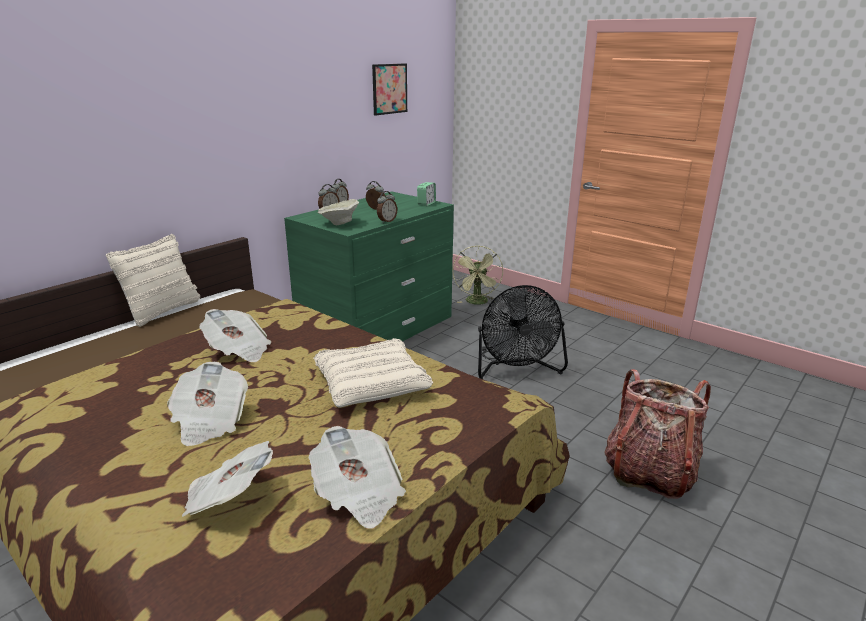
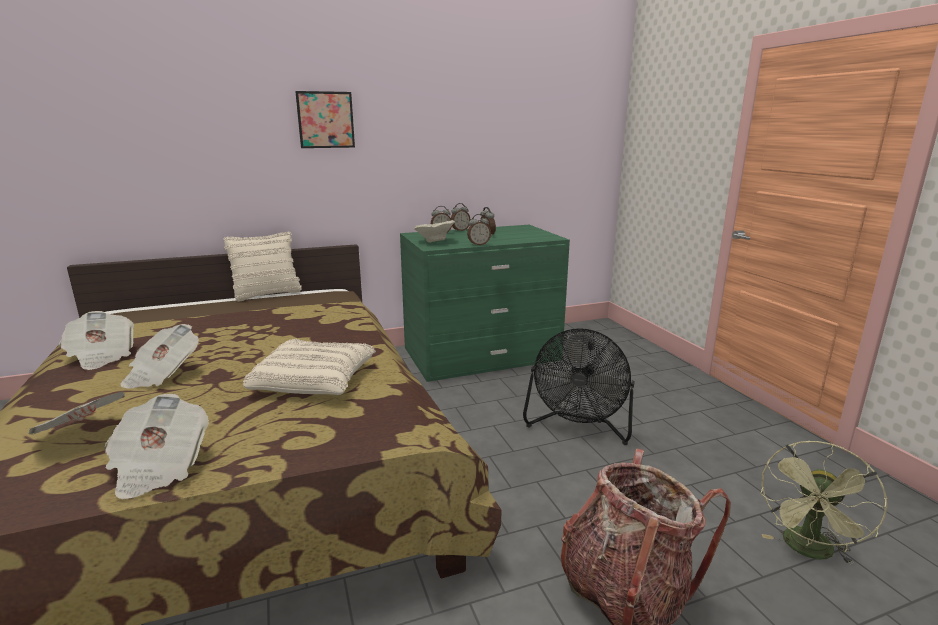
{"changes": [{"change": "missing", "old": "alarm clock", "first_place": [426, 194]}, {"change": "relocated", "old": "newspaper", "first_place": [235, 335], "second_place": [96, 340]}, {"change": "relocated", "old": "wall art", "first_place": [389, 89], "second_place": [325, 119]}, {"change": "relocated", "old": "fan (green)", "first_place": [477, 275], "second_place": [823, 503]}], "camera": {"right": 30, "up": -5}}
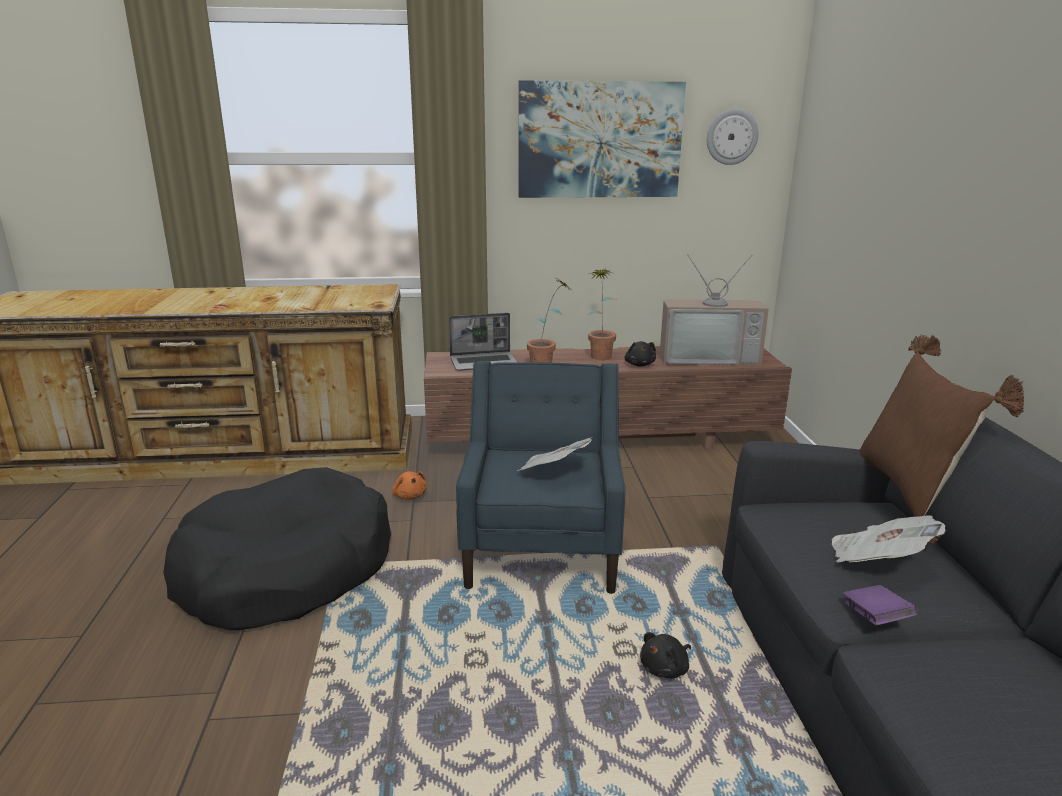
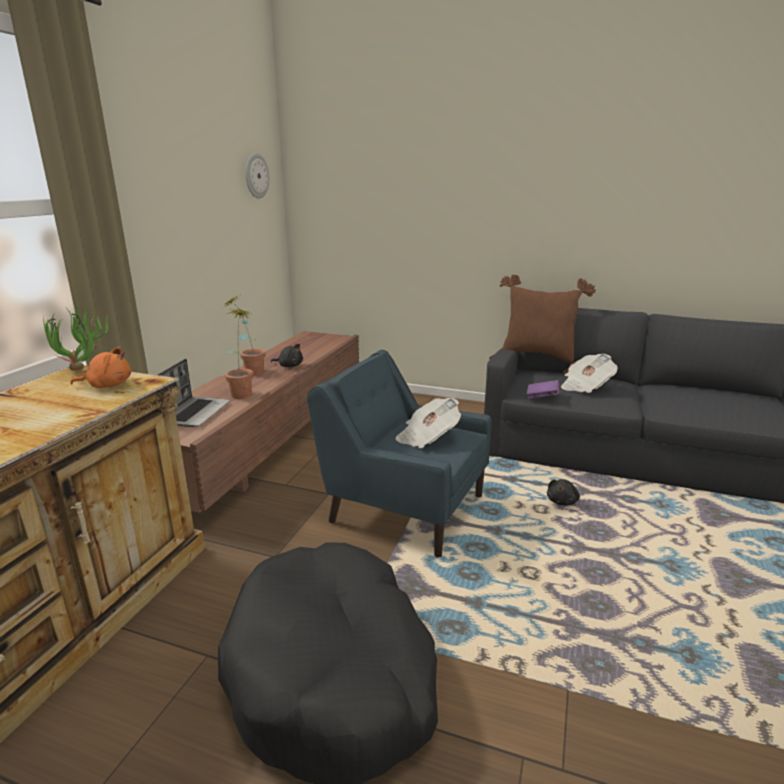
{"changes": [{"change": "missing", "old": "wall art", "first_place": [602, 139]}, {"change": "missing", "old": "television", "first_place": [714, 310]}, {"change": "appeared", "new": "plant in a pot", "second_place": [75, 336]}, {"change": "relocated", "old": "plush toy (orangey)", "first_place": [409, 485], "second_place": [100, 367]}, {"change": "relocated", "old": "volume (purple)", "first_place": [880, 605], "second_place": [543, 389]}, {"change": "spun", "old": "plush toy (blackish)", "first_place": [665, 655], "second_place": [563, 492], "degrees": 45}], "camera": {"right": -65, "up": 0}}
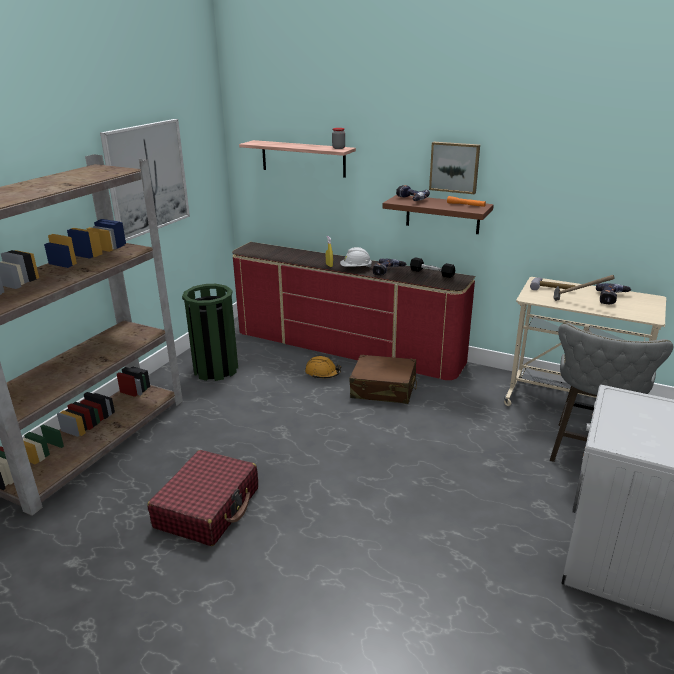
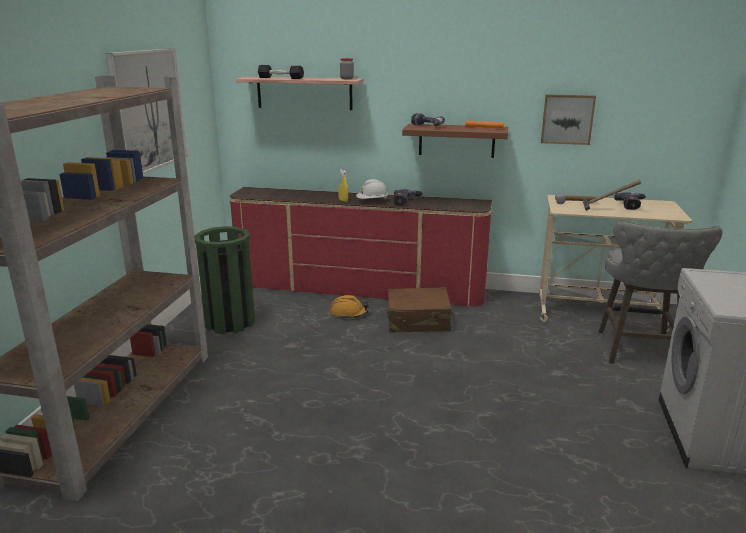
{"changes": [{"change": "missing", "old": "suitcase (red-coloured)", "first_place": [202, 498]}, {"change": "relocated", "old": "hand weight (blackish)", "first_place": [433, 267], "second_place": [281, 72]}, {"change": "relocated", "old": "wall art", "first_place": [454, 168], "second_place": [568, 120]}], "camera": {"right": -15, "up": -5}}
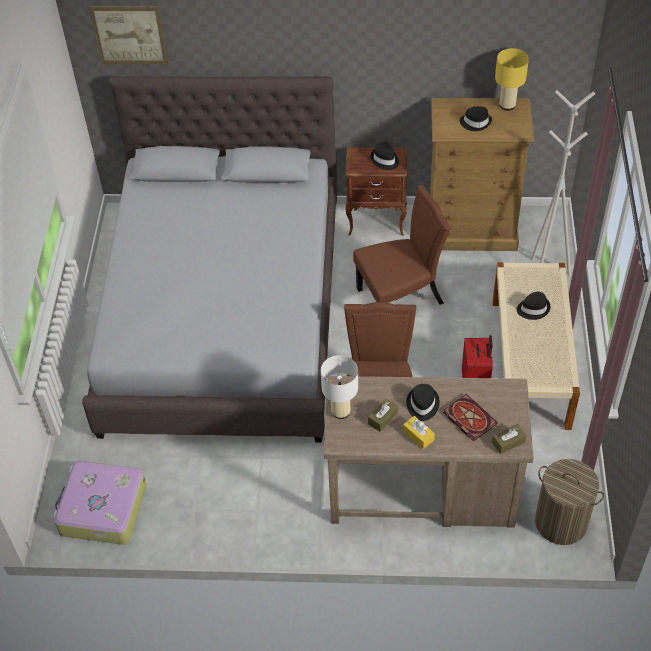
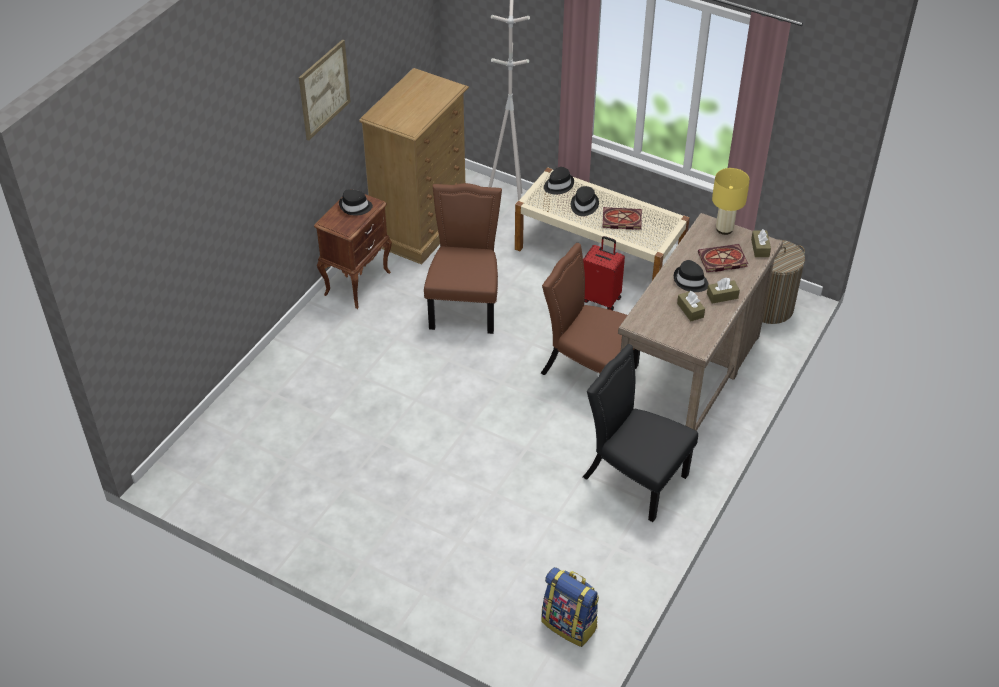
{"changes": [{"change": "missing", "old": "sleeping bed (gray)", "first_place": [209, 259]}, {"change": "missing", "old": "table lamp (whitish)", "first_place": [339, 387]}, {"change": "appeared", "new": "upright chair (blackish)", "second_place": [640, 433]}, {"change": "appeared", "new": "volume", "second_place": [622, 218]}, {"change": "relocated", "old": "wall art", "first_place": [129, 35], "second_place": [325, 90]}, {"change": "relocated", "old": "wearable hat (blackish)", "first_place": [476, 118], "second_place": [559, 180]}, {"change": "relocated", "old": "table lamp (yellowish)", "first_place": [512, 79], "second_place": [731, 201]}, {"change": "exchanged", "old": "suitcase", "new": "rucksack", "first_place": [99, 503], "second_place": [570, 607]}, {"change": "colour", "old": "tissue box (yellowish)", "new": "tissue box (brown)", "first_place": [419, 432], "second_place": [723, 290]}], "camera": {"right": -65, "up": -5}}
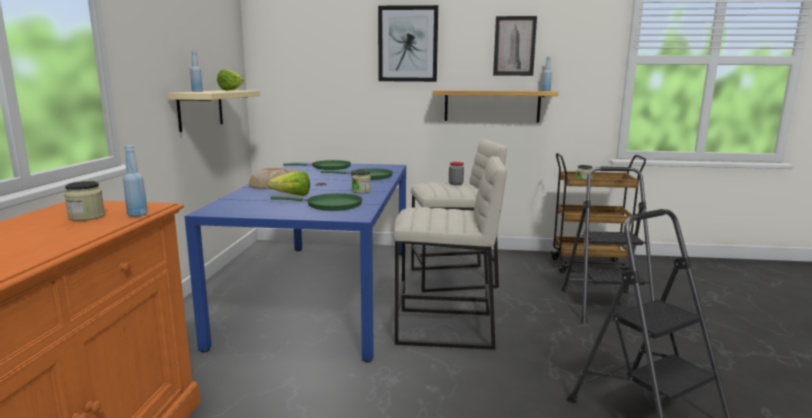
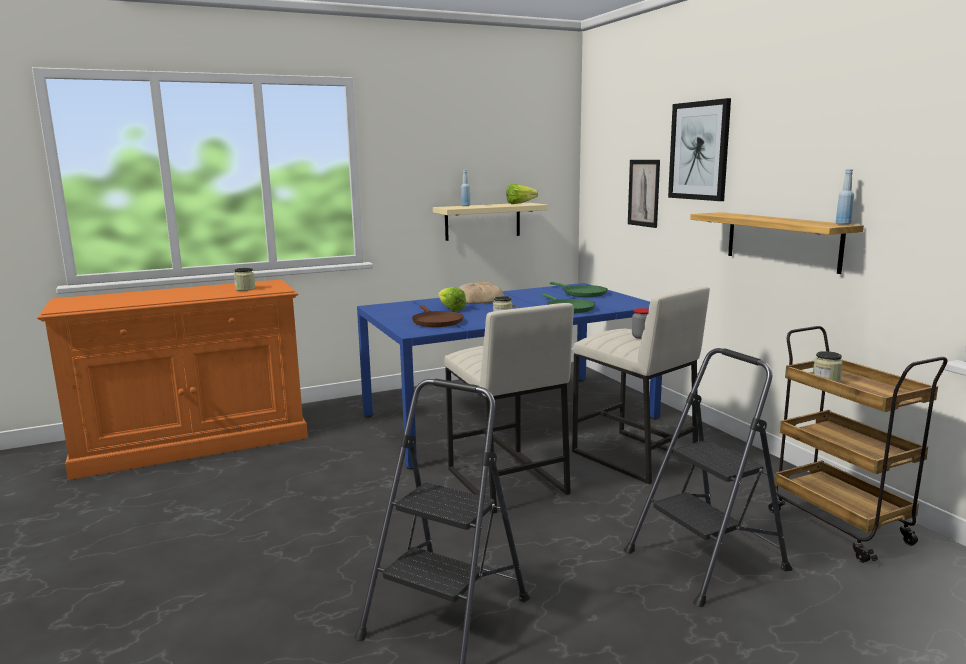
{"changes": [{"change": "missing", "old": "beverage bottle (blue)", "first_place": [135, 181]}, {"change": "relocated", "old": "wall art", "first_place": [515, 46], "second_place": [644, 194]}, {"change": "colour", "old": "frying pan (green)", "new": "frying pan (brown)", "first_place": [316, 202], "second_place": [437, 316]}], "camera": {"right": 60, "up": 0}}
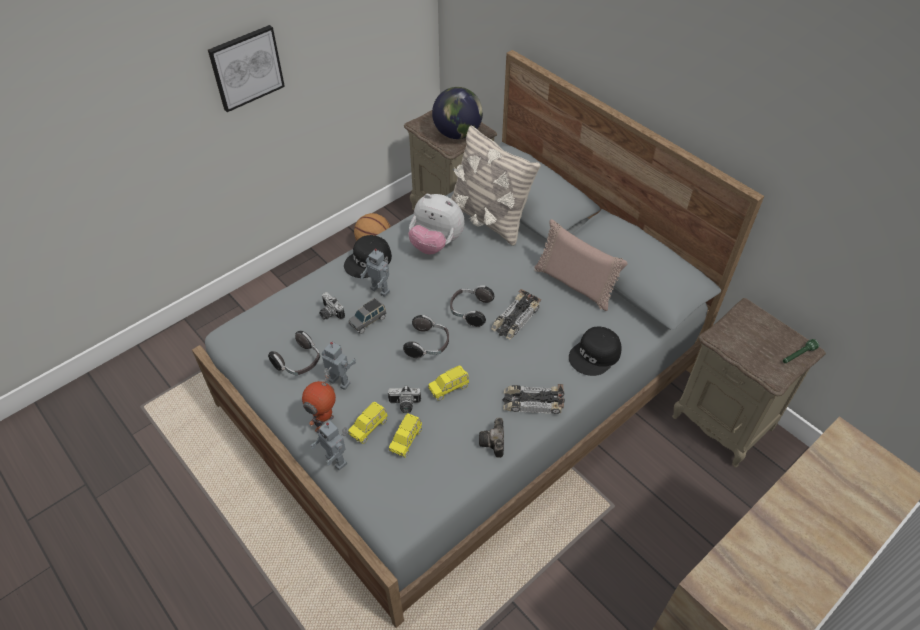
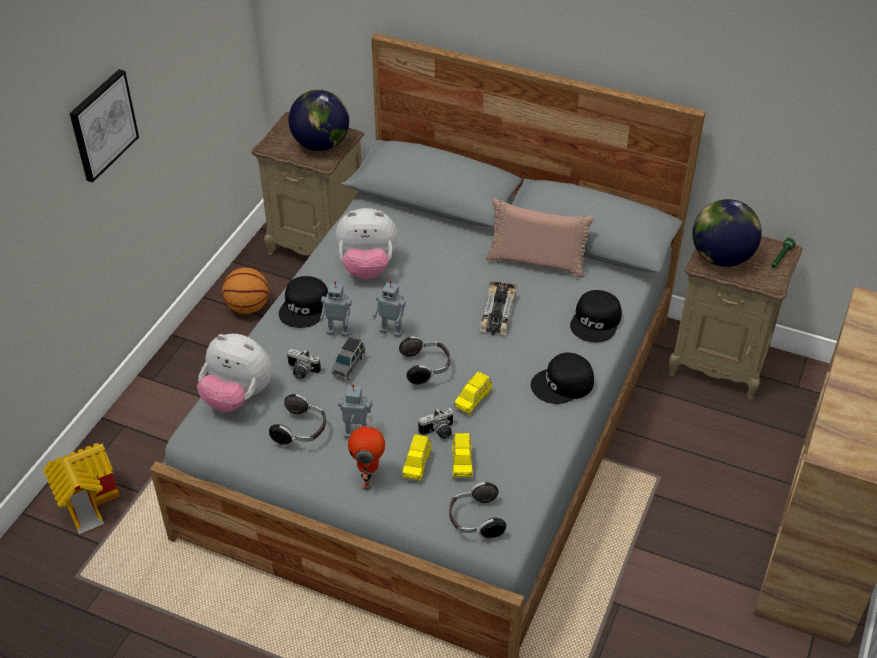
{"changes": [{"change": "missing", "old": "pillow (beige-coloured)", "first_place": [496, 186]}, {"change": "missing", "old": "photo camera", "first_place": [491, 438]}, {"change": "appeared", "new": "toy house", "second_place": [81, 488]}, {"change": "appeared", "new": "plush toy", "second_place": [234, 373]}, {"change": "appeared", "new": "desk globe", "second_place": [727, 233]}, {"change": "relocated", "old": "robot figure", "first_place": [329, 445], "second_place": [389, 309]}, {"change": "relocated", "old": "headset", "first_place": [472, 306], "second_place": [477, 510]}, {"change": "exchanged", "old": "toy car", "new": "peaked cap (blackish)", "first_place": [533, 399], "second_place": [562, 378]}], "camera": {"right": -25, "up": -5}}
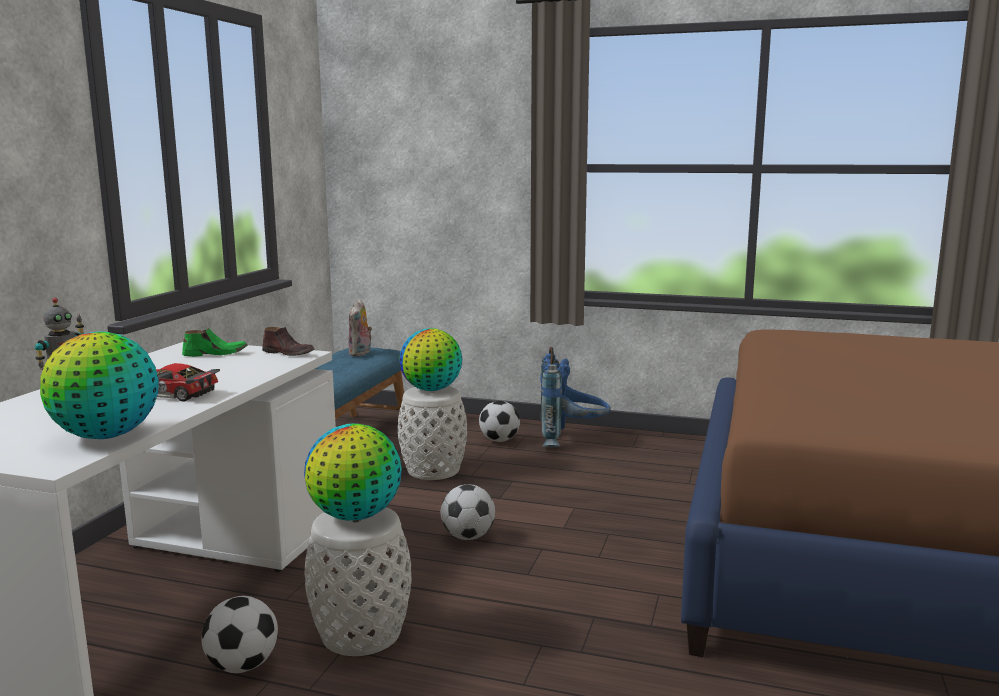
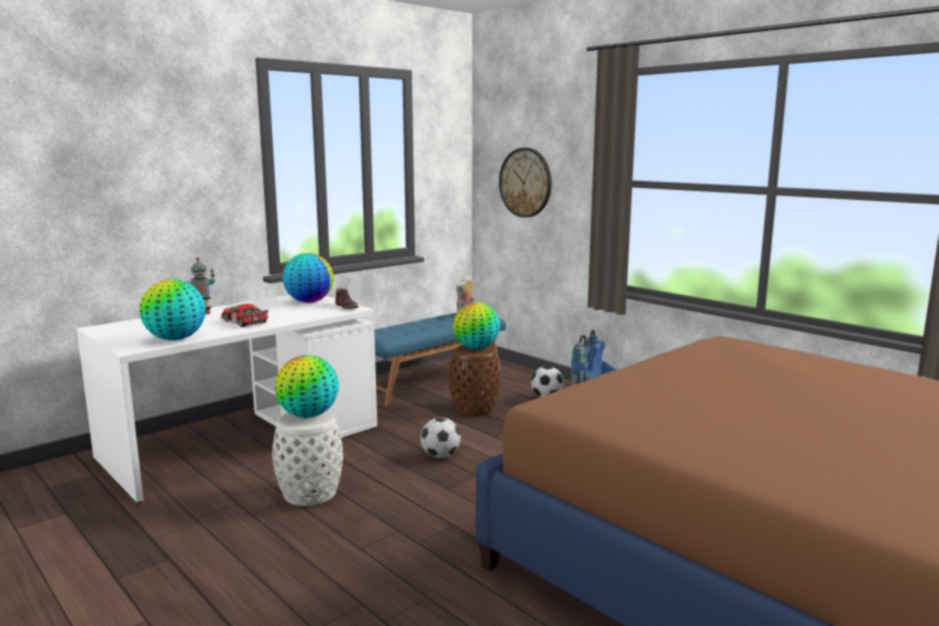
{"changes": [{"change": "missing", "old": "ball for football", "first_place": [240, 634]}, {"change": "appeared", "new": "wall clock", "second_place": [525, 183]}, {"change": "exchanged", "old": "item of footwear (green)", "new": "desk globe", "first_place": [215, 342], "second_place": [308, 278]}, {"change": "colour", "old": "stool (whitish)", "new": "stool (brown)", "first_place": [432, 433], "second_place": [474, 380]}], "camera": {"right": 30, "up": 0}}
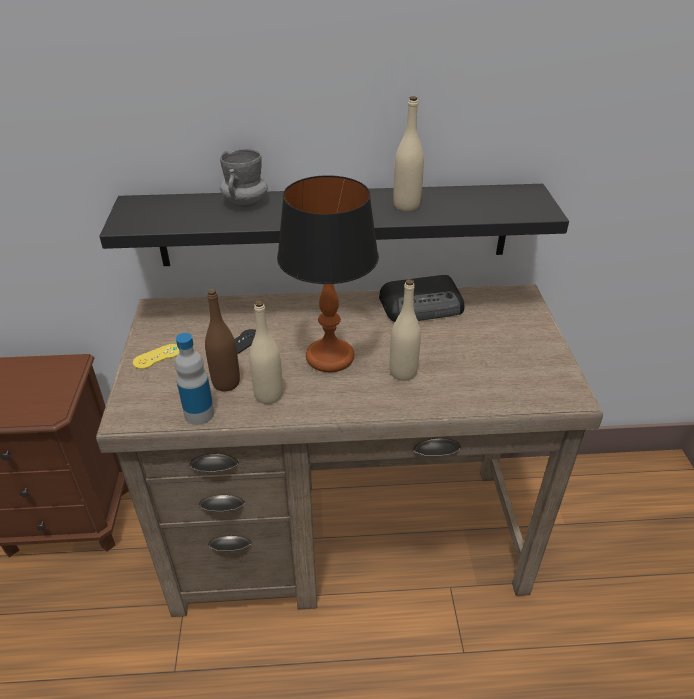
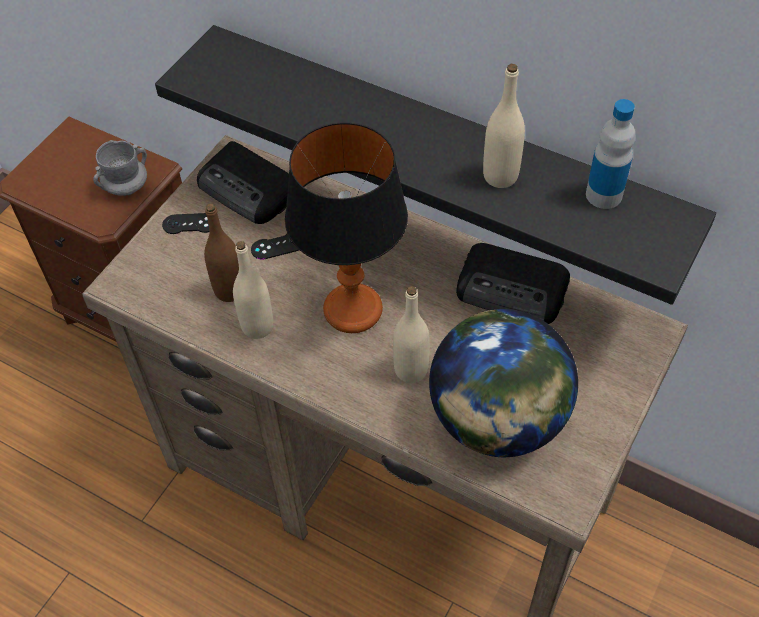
{"changes": [{"change": "appeared", "new": "radio set", "second_place": [243, 182]}, {"change": "appeared", "new": "desk globe", "second_place": [503, 383]}, {"change": "relocated", "old": "beverage bottle", "first_place": [194, 379], "second_place": [610, 154]}, {"change": "relocated", "old": "coffee mug (gray)", "first_place": [244, 177], "second_place": [120, 168]}, {"change": "colour", "old": "joypad (yellowish)", "new": "joypad (blackish)", "first_place": [156, 356], "second_place": [185, 223]}], "camera": {"right": 35, "up": 15}}
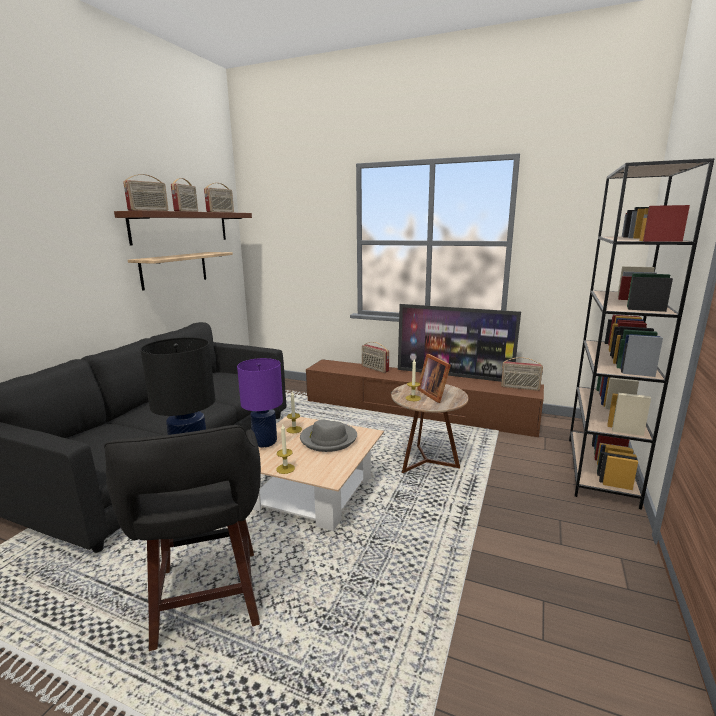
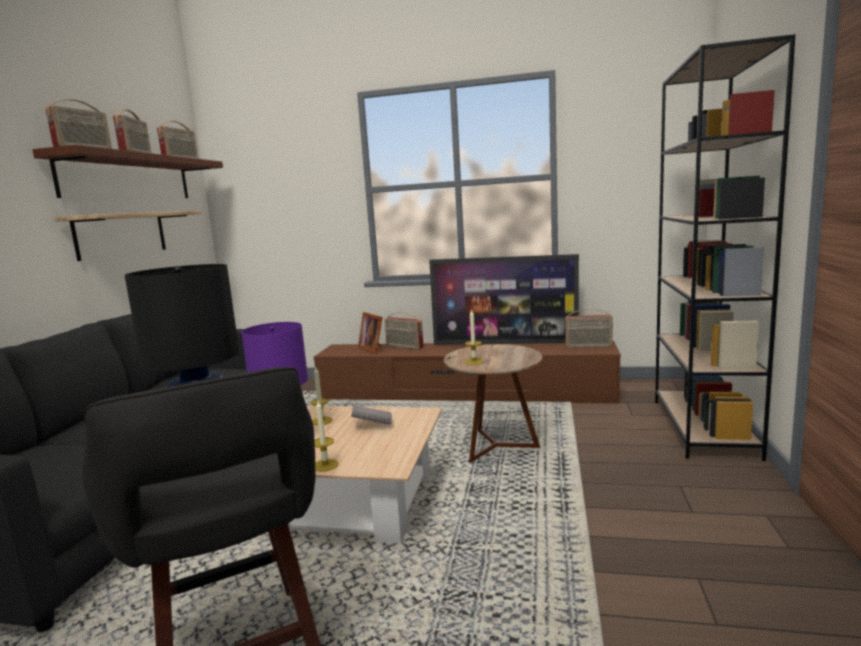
{"changes": [{"change": "relocated", "old": "photo frame", "first_place": [434, 378], "second_place": [370, 333]}, {"change": "exchanged", "old": "wearable hat (gray)", "new": "volume (gray)", "first_place": [328, 436], "second_place": [371, 415]}], "camera": {"right": -10, "up": -5}}
